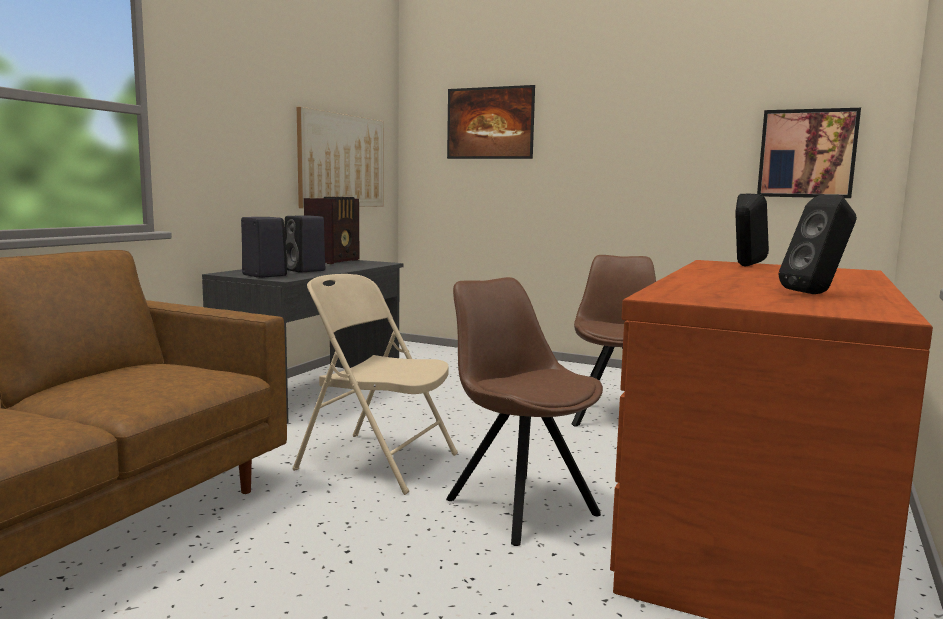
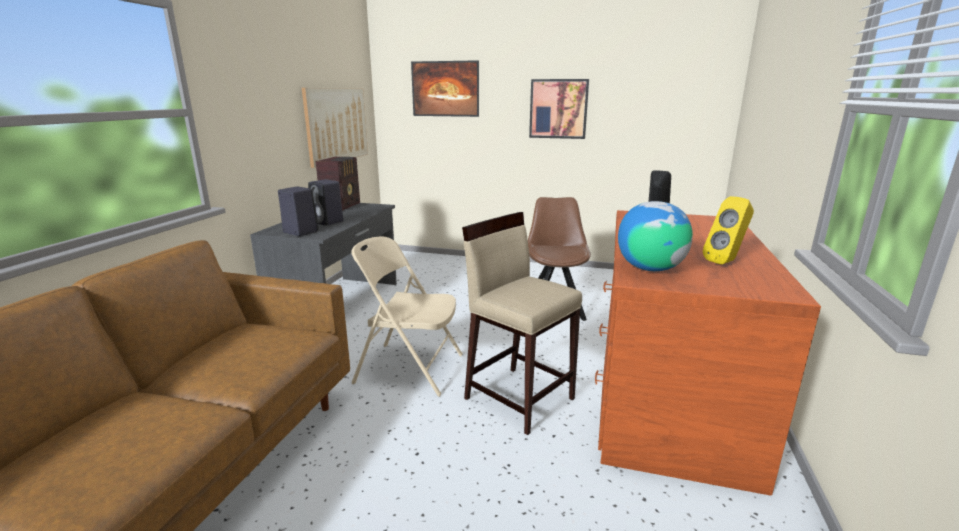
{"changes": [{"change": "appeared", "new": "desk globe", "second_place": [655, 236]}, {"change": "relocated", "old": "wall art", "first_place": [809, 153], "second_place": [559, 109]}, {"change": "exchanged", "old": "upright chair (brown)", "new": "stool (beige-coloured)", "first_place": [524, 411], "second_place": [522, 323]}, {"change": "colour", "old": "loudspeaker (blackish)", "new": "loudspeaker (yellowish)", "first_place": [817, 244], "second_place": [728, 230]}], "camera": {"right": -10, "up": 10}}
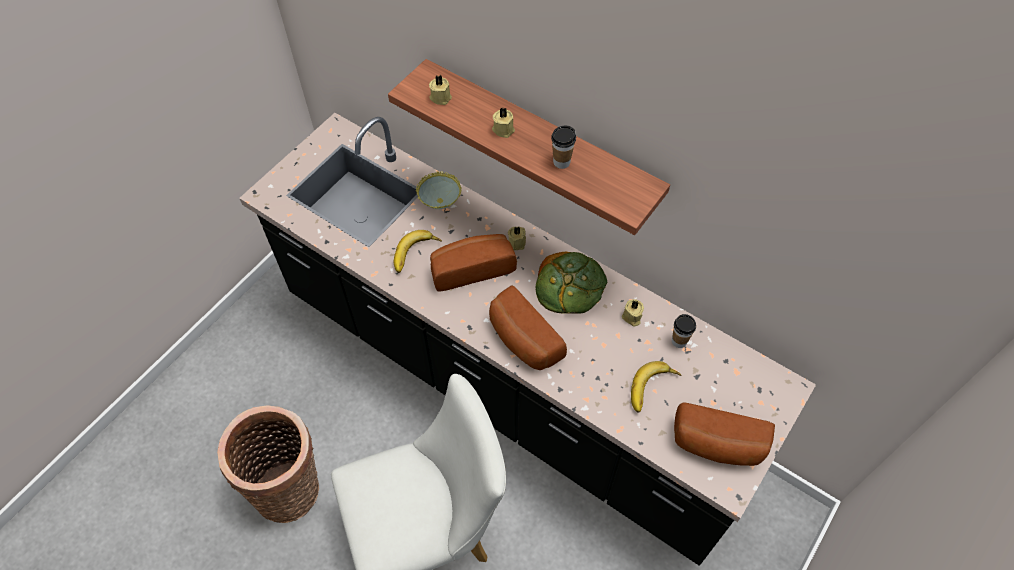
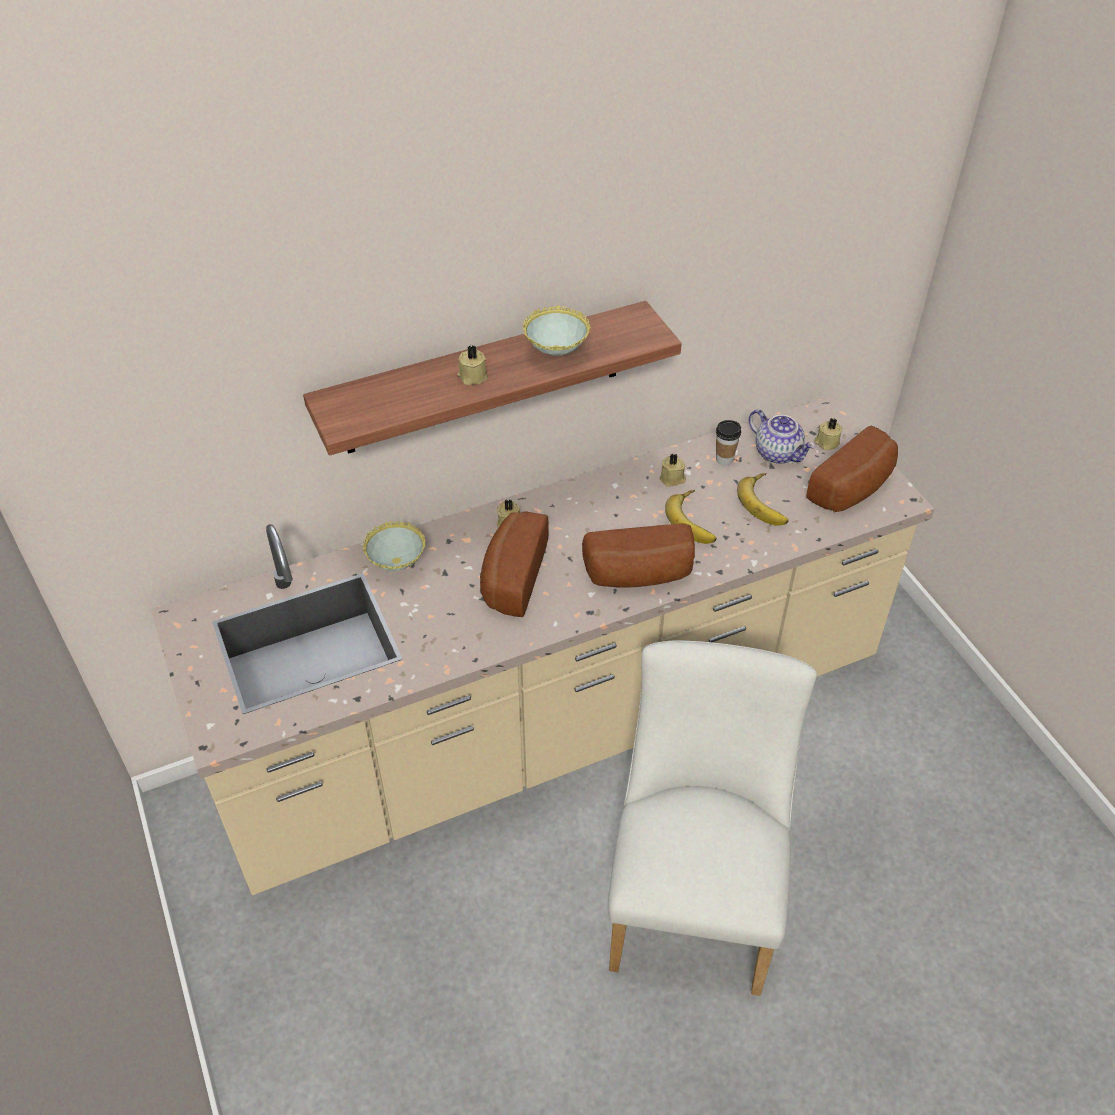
{"changes": [{"change": "missing", "old": "household basket", "first_place": [268, 464]}, {"change": "missing", "old": "bakery bread", "first_place": [571, 282]}, {"change": "appeared", "new": "pot for tea", "second_place": [782, 436]}, {"change": "relocated", "old": "banana fruit", "first_place": [418, 251], "second_place": [691, 517]}, {"change": "relocated", "old": "candle (beige-coloured)", "first_place": [440, 90], "second_place": [828, 434]}, {"change": "exchanged", "old": "drinking cup", "new": "serving bowl", "first_place": [563, 147], "second_place": [557, 330]}, {"change": "colour", "old": "kitchen counter (blackish)", "new": "kitchen counter (beige-coloured)", "first_place": [527, 339], "second_place": [543, 645]}], "camera": {"right": -60, "up": -10}}
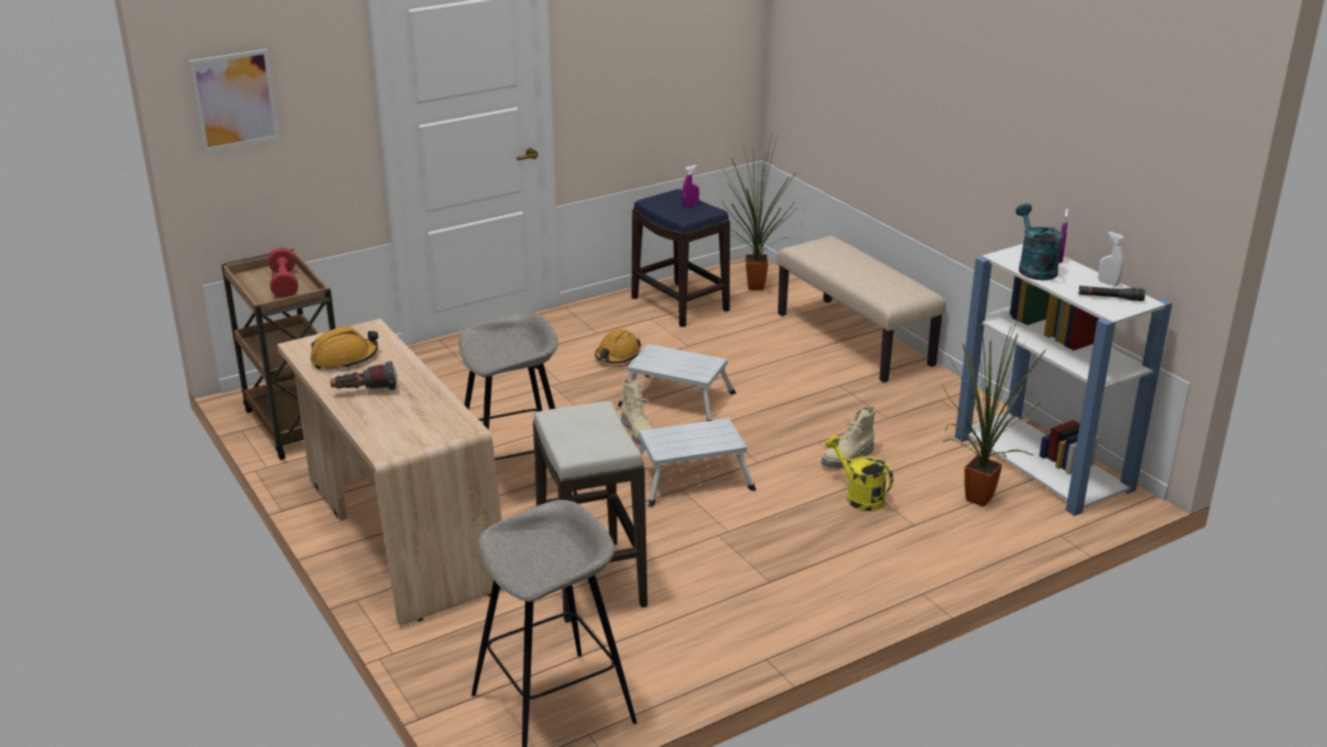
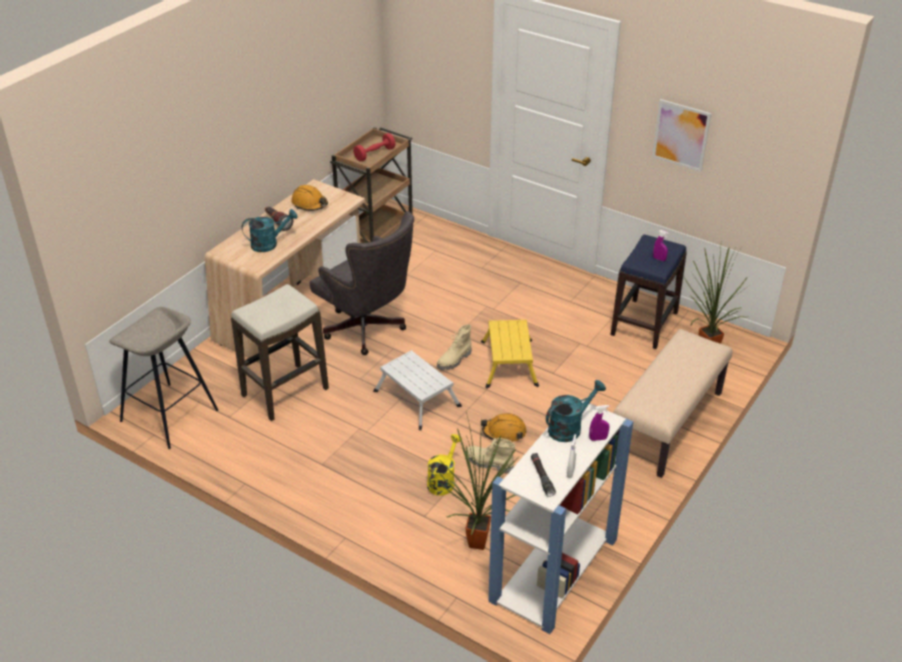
{"changes": [{"change": "appeared", "new": "watering pot (turquoise)", "second_place": [270, 230]}, {"change": "relocated", "old": "wall art", "first_place": [234, 100], "second_place": [681, 135]}, {"change": "relocated", "old": "safety helmet (orangey)", "first_place": [618, 346], "second_place": [503, 427]}, {"change": "exchanged", "old": "stool (gray)", "new": "desk chair (gray)", "first_place": [518, 403], "second_place": [362, 283]}, {"change": "colour", "old": "stepladder (whitish)", "new": "stepladder (yellowish)", "first_place": [677, 382], "second_place": [510, 354]}], "camera": {"right": 65, "up": 10}}
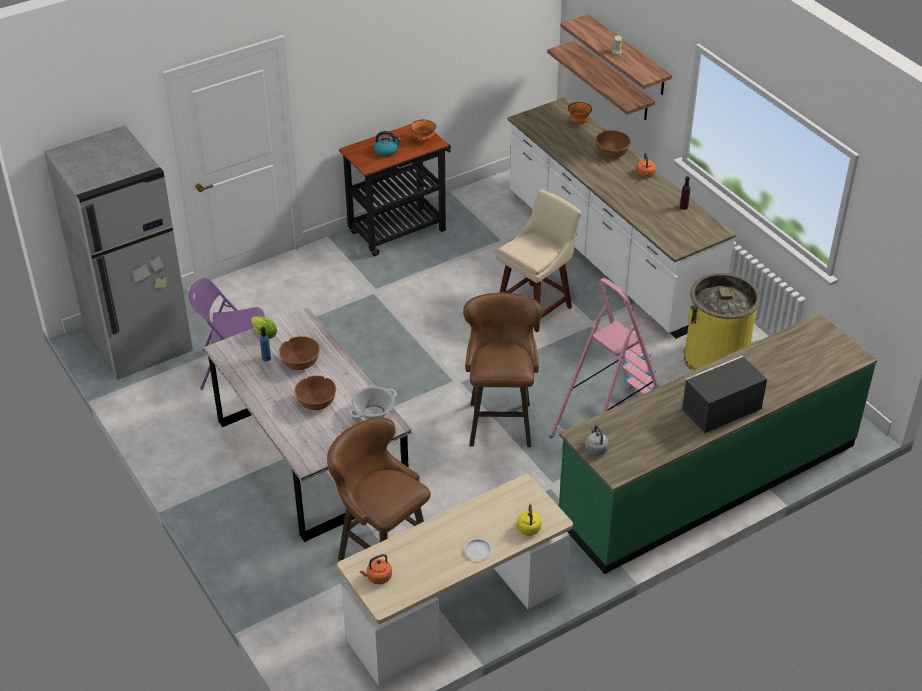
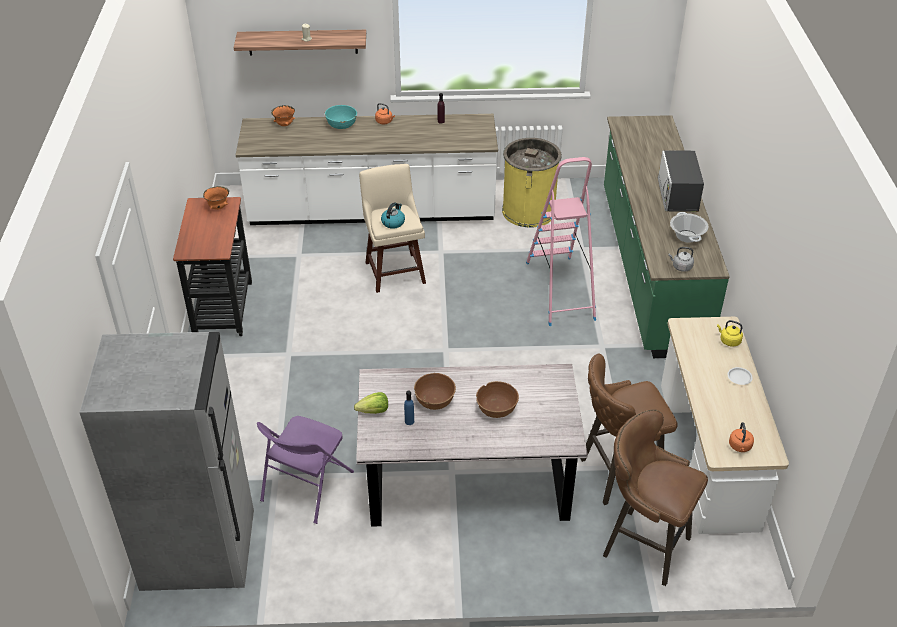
{"changes": [{"change": "missing", "old": "bracket shelf", "first_place": [601, 80]}, {"change": "relocated", "old": "saucepot", "first_place": [373, 403], "second_place": [689, 227]}, {"change": "relocated", "old": "tea kettle", "first_place": [387, 144], "second_place": [393, 215]}, {"change": "relocated", "old": "stool (brown)", "first_place": [503, 369], "second_place": [655, 497]}, {"change": "colour", "old": "serving bowl (brown)", "new": "serving bowl (turquoise)", "first_place": [613, 144], "second_place": [341, 117]}], "camera": {"right": -60, "up": 0}}
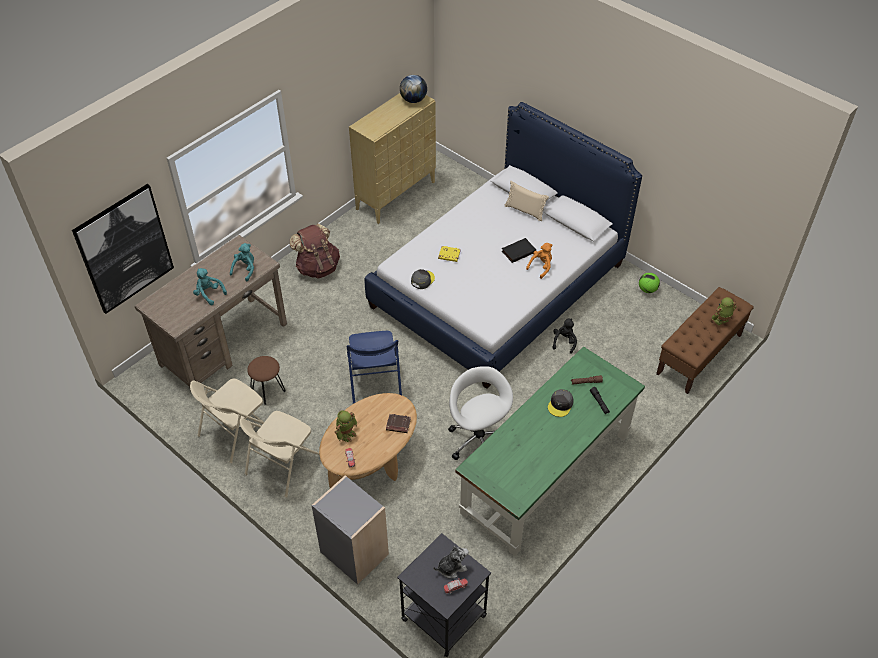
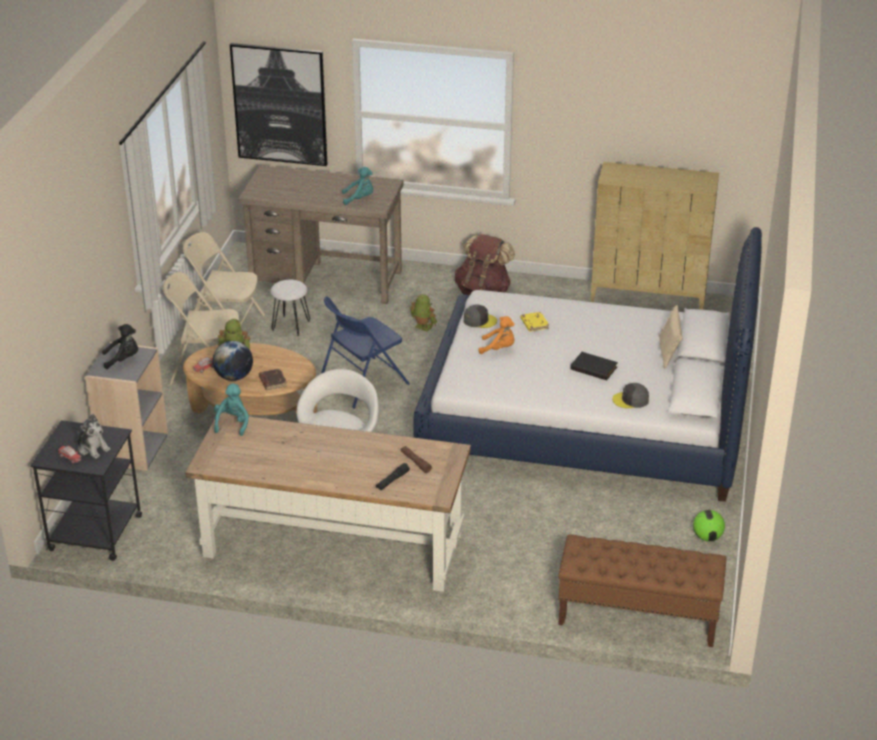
{"changes": [{"change": "relocated", "old": "plush toy (turquoise)", "first_place": [210, 286], "second_place": [231, 409]}, {"change": "relocated", "old": "desk globe", "first_place": [413, 89], "second_place": [233, 361]}, {"change": "relocated", "old": "plush toy (orangey)", "first_place": [539, 261], "second_place": [497, 335]}, {"change": "relocated", "old": "peaked cap (gray)", "first_place": [561, 403], "second_place": [630, 395]}, {"change": "relocated", "old": "plush toy (blackish)", "first_place": [565, 336], "second_place": [120, 346]}, {"change": "relocated", "old": "robot figure", "first_place": [724, 311], "second_place": [423, 312]}, {"change": "colour", "old": "stool (brown)", "new": "stool (whitish)", "first_place": [266, 380], "second_place": [290, 308]}, {"change": "colour", "old": "desk (green)", "new": "desk (brown)", "first_place": [550, 451], "second_place": [328, 502]}], "camera": {"right": 60, "up": -15}}
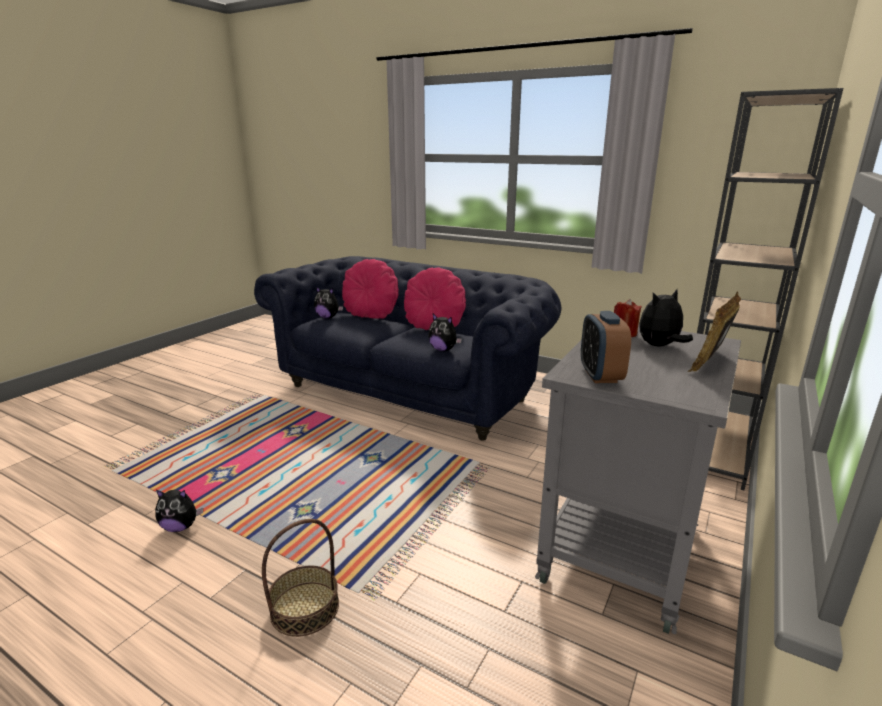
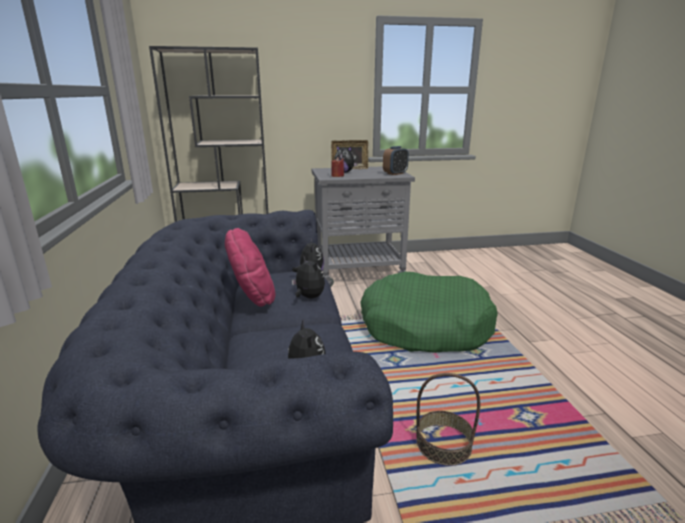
{"changes": [{"change": "missing", "old": "pillow (pinkish)", "first_place": [370, 289]}, {"change": "appeared", "new": "dog cushion (green)", "second_place": [429, 312]}, {"change": "relocated", "old": "plush toy", "first_place": [179, 511], "second_place": [308, 276]}, {"change": "relocated", "old": "household basket", "first_place": [300, 578], "second_place": [448, 419]}], "camera": {"right": -130, "up": 0}}
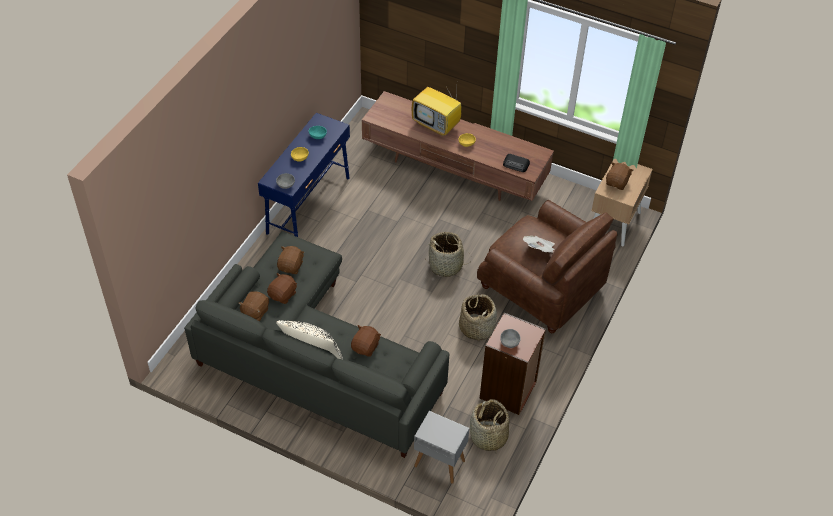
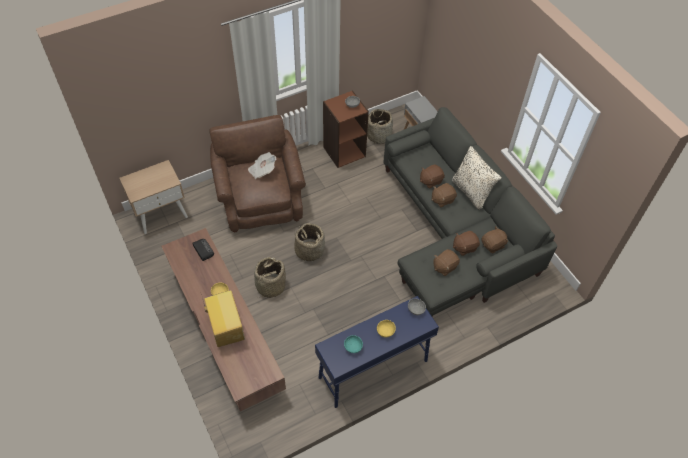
{"changes": [{"change": "relocated", "old": "household basket", "first_place": [478, 317], "second_place": [270, 277]}, {"change": "relocated", "old": "plush toy (brown)", "first_place": [619, 176], "second_place": [444, 195]}], "camera": {"right": -145, "up": 5}}
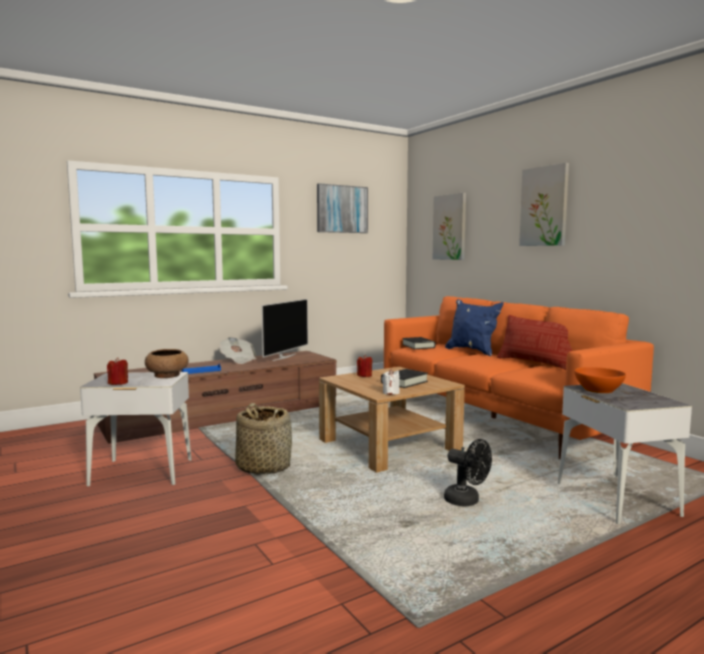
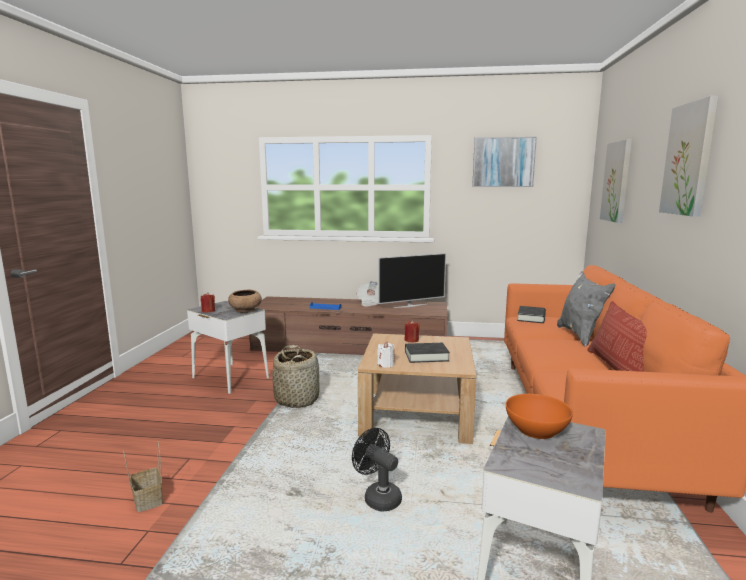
{"changes": [{"change": "appeared", "new": "household basket", "second_place": [143, 476]}, {"change": "colour", "old": "pillow (blue)", "new": "pillow (gray)", "first_place": [474, 327], "second_place": [586, 309]}, {"change": "spun", "old": "fan (blackish)", "first_place": [468, 472], "second_place": [377, 470], "degrees": 150}], "camera": {"right": 40, "up": 5}}
